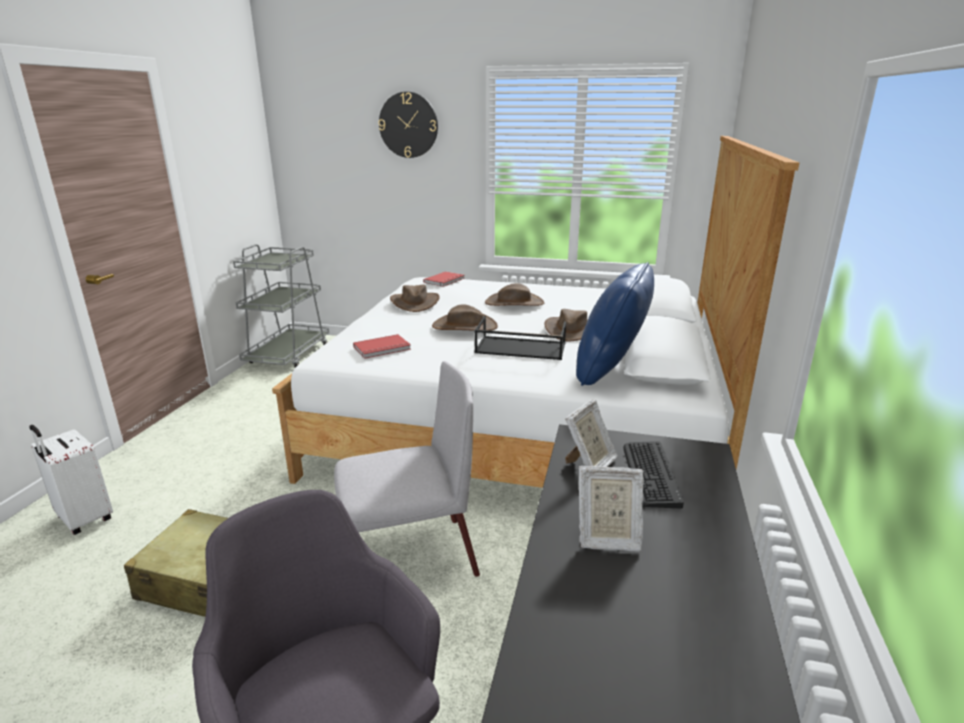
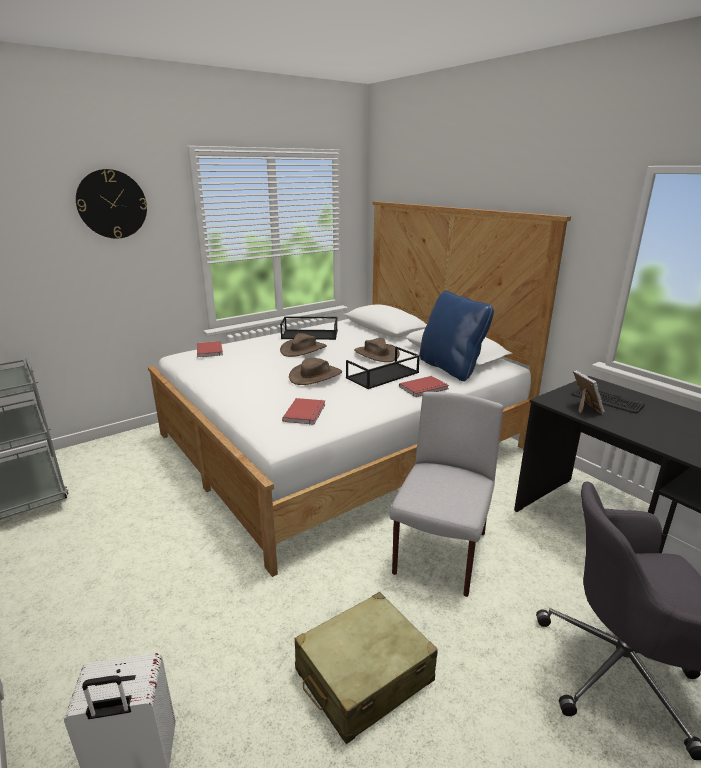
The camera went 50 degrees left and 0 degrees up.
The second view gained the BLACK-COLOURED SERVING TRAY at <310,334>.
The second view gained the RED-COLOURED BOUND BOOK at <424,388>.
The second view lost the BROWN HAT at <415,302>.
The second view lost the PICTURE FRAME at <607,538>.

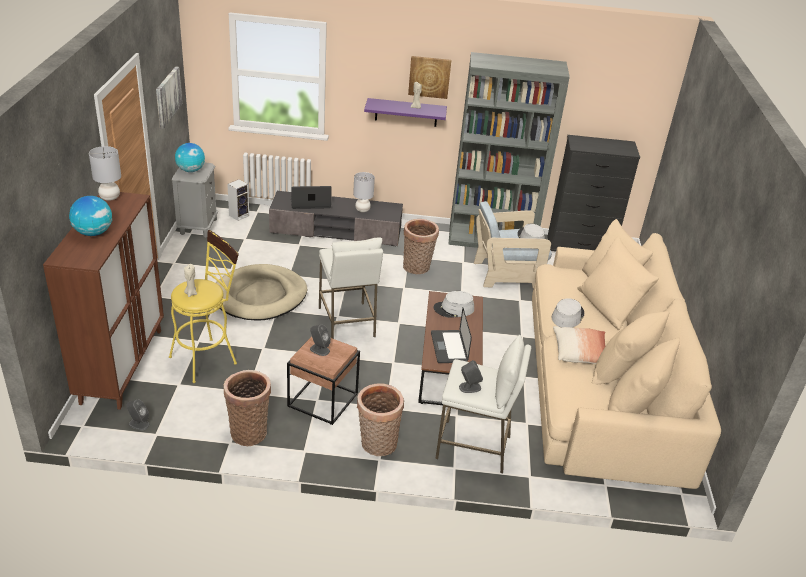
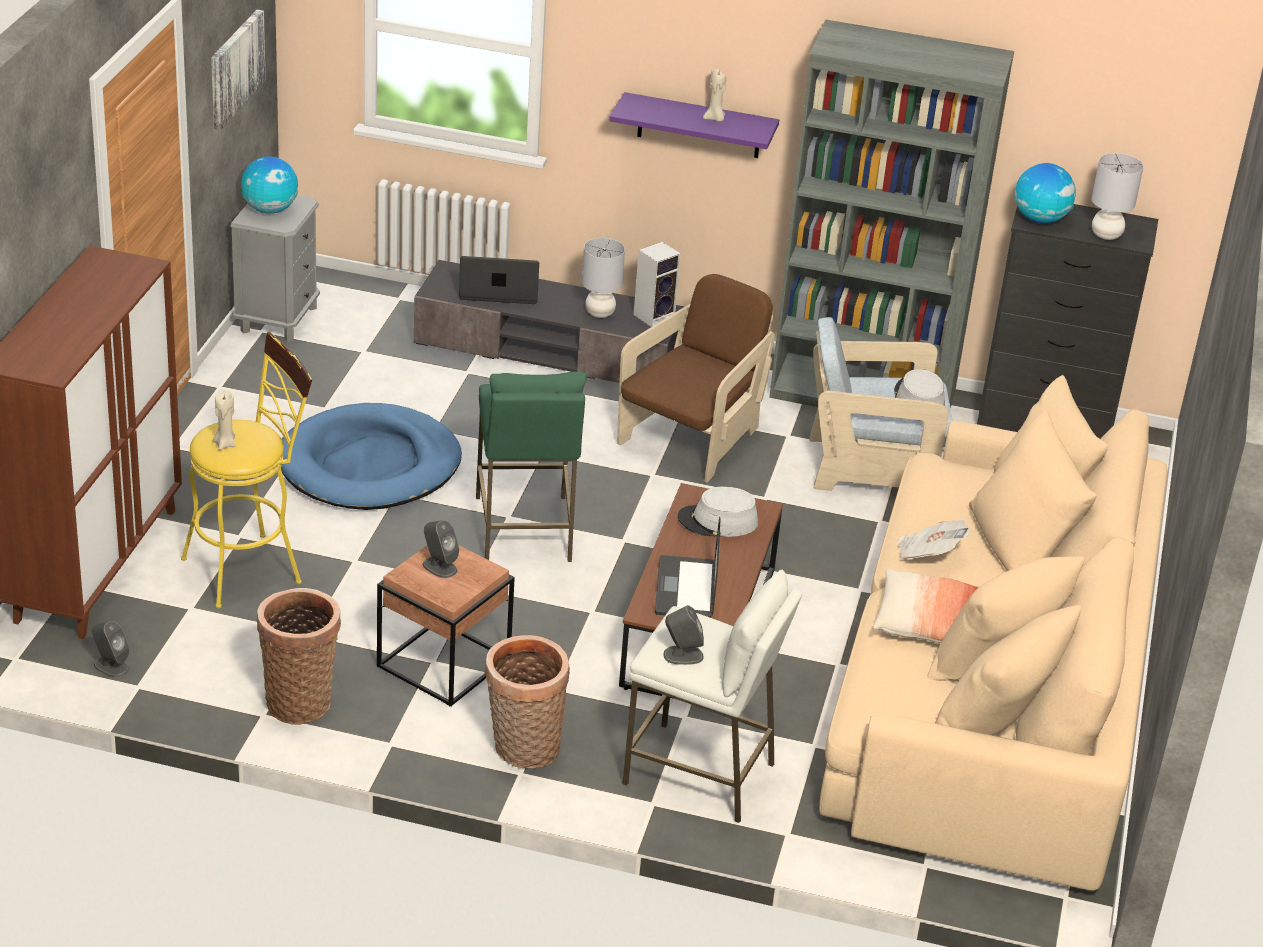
The camera went 10 degrees right and 0 degrees up.
What was the BEIGE PET BED at <260,296> turned into the BLUISH PET BED at <370,465>.
What was the WHITISH SITTING STOOL at <347,322> turned into the GREENISH SITTING STOOL at <524,529>.
Where the BASKET stood at <417,268>, the BROWN ARMCHAIR came to stand at <691,439>.
The LOUDSPEAKER ended up elsewhere, having gone from <239,215> to <654,315>.
Where the GRAY HAT stood at <567,316>, the NEWSPAPER came to stand at <928,554>.
The DESK GLOBE ended up elsewhere, having gone from <93,233> to <1040,219>.
The GRAY LAMP FOR A TABLE ended up elsewhere, having gone from <110,198> to <1106,235>.
The second view lost the PICTURE at <429,76>.

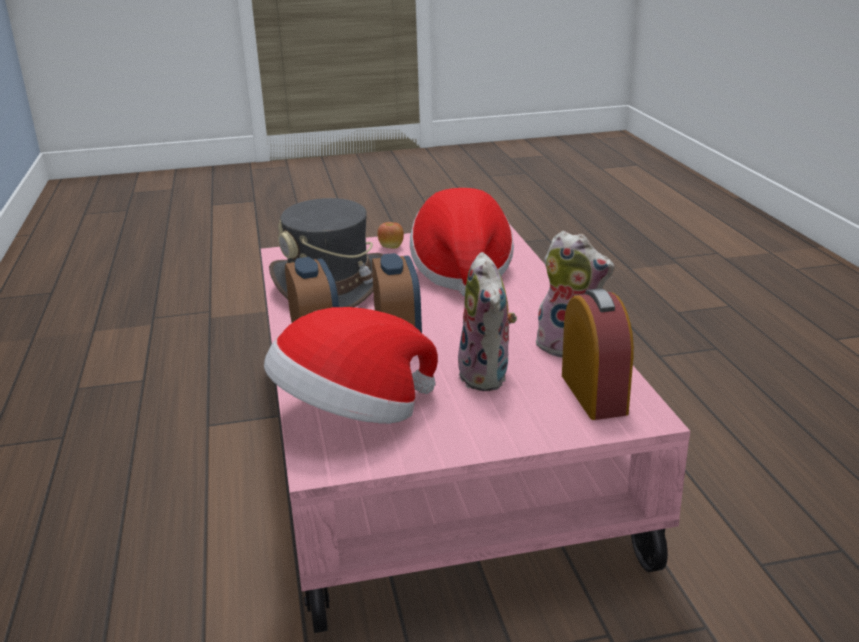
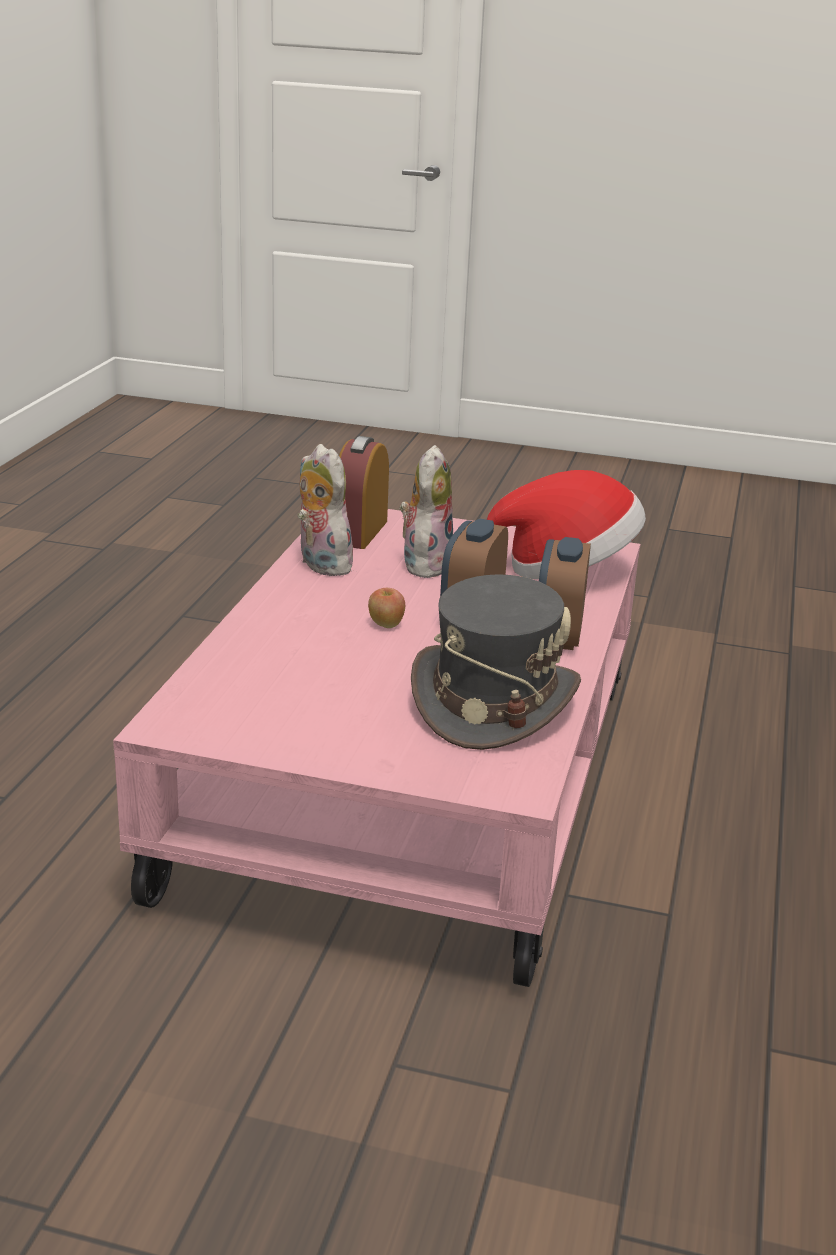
The camera went 155 degrees left and 0 degrees up.
The WHOLE APPLE ended up elsewhere, having gone from <391,247> to <386,624>.
The second view lost the HAT at <462,273>.

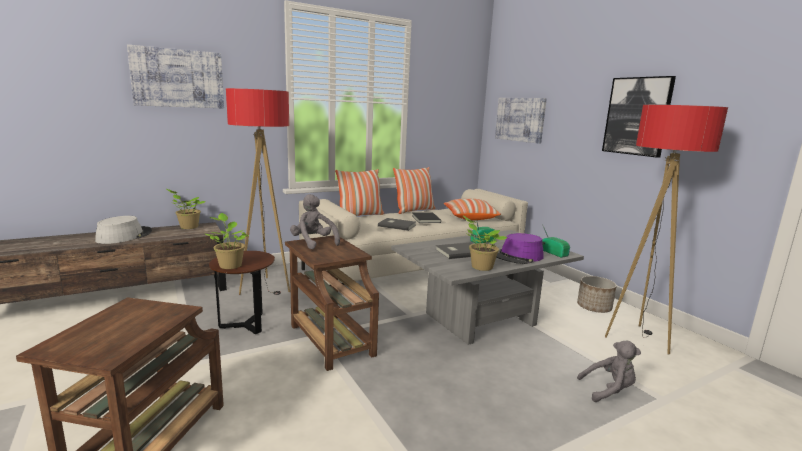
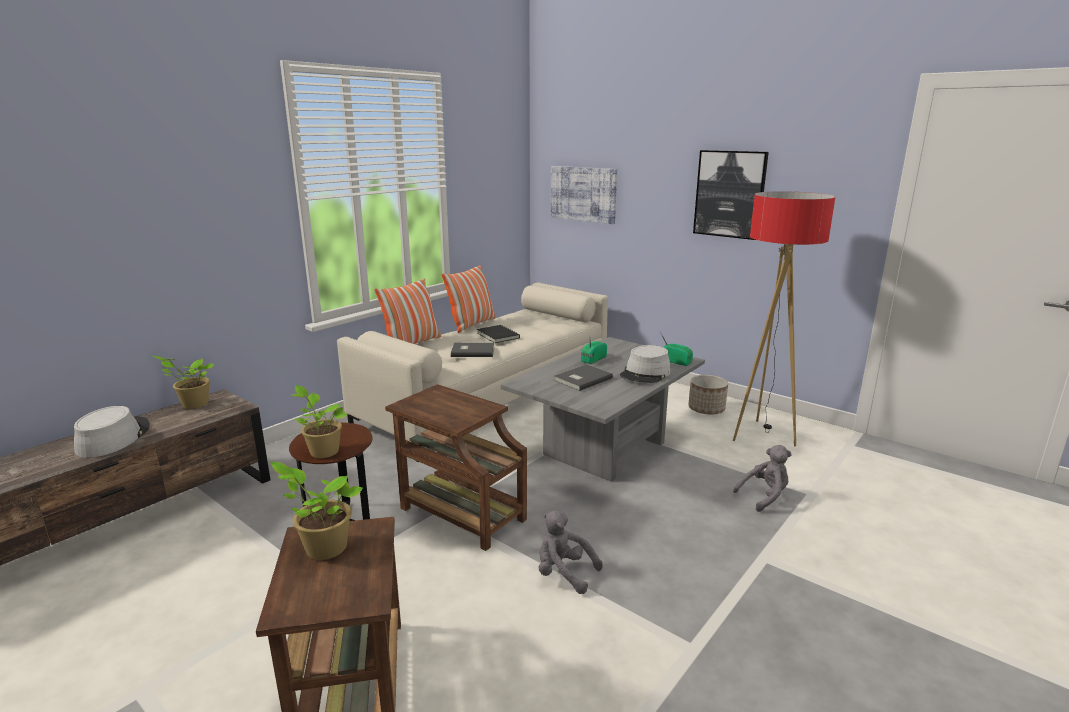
The camera went 20 degrees left and 5 degrees up.
The PLANT IN A POT ended up elsewhere, having gone from <480,267> to <323,548>.
The GRAY CUDDLY TOY ended up elsewhere, having gone from <313,243> to <564,573>.
What was the PURPLISH HAT at <518,257> turned into the GRAY HAT at <645,373>.
The second view lost the PICTURE at <178,78>.
The second view lost the STANDING LAMP at <265,288>.
The second view lost the PILLOW at <469,217>.

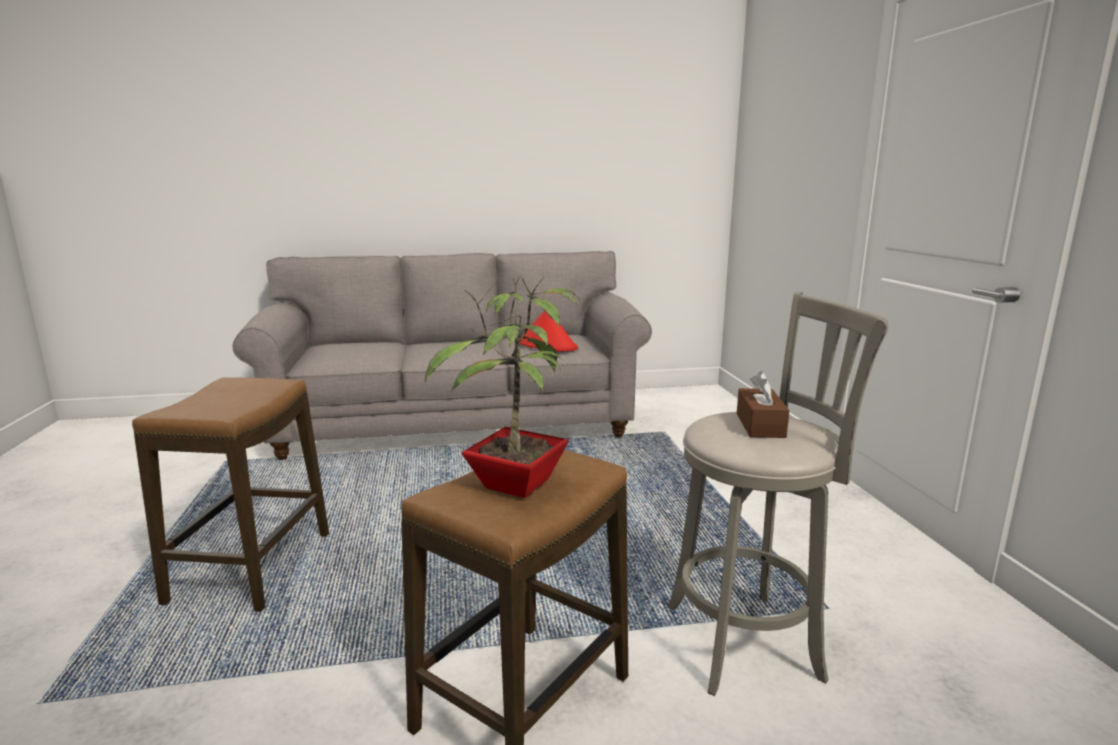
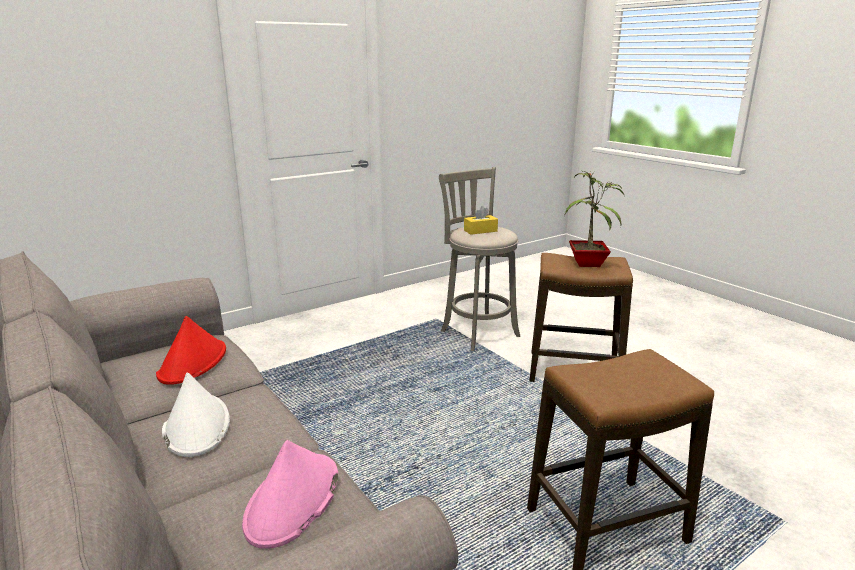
The camera went 115 degrees left and 5 degrees up.
The second view gained the WHITISH HAT at <196,426>.
The second view gained the PINK HAT at <293,500>.
What was the BROWN TISSUE HOLDER at <760,425> turned into the YELLOWISH TISSUE HOLDER at <480,231>.

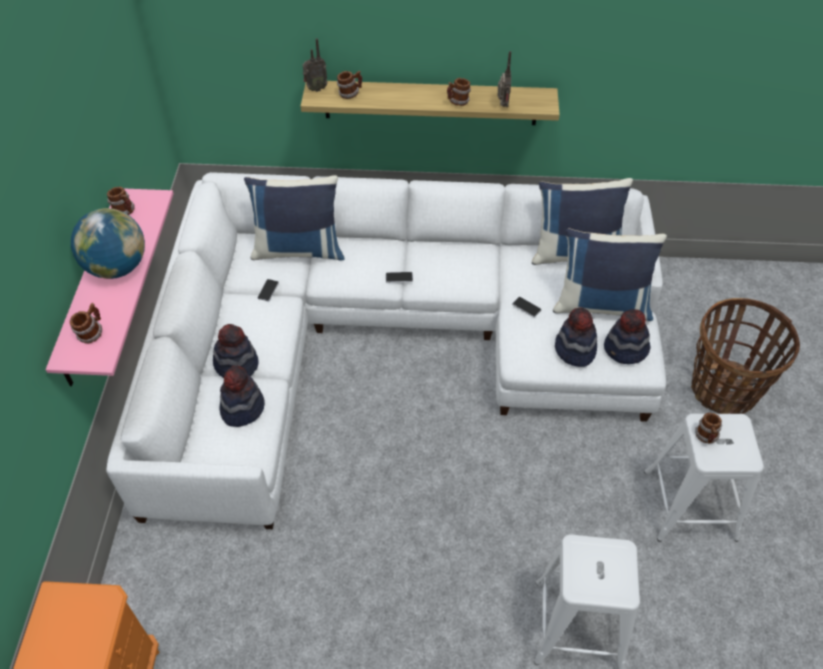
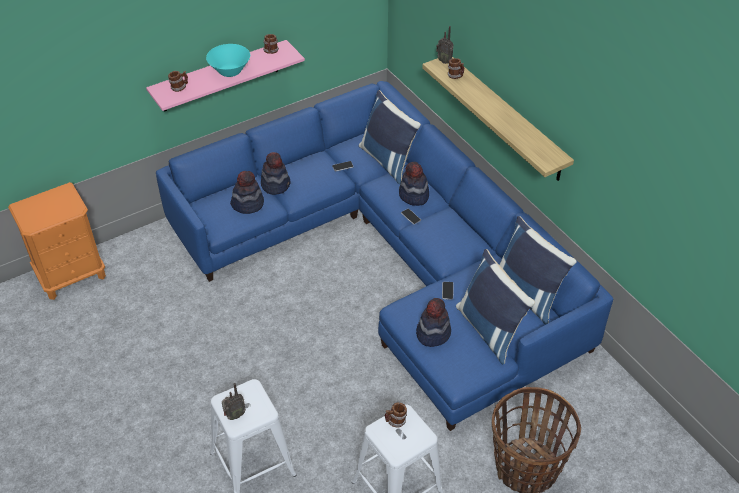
The camera went 55 degrees right and 5 degrees down.
What was the WHITISH COUCH at <387,340> turned into the BLUISH COUCH at <389,257>.
Where the DESK GLOBE stood at <117,267>, the TURQUOISE-COLOURED DEEP DISH came to stand at <230,71>.
The RADIO ended up elsewhere, having gone from <502,105> to <234,415>.
The HAT ended up elsewhere, having gone from <625,350> to <413,196>.
The second view lost the TEA MUG at <458,102>.

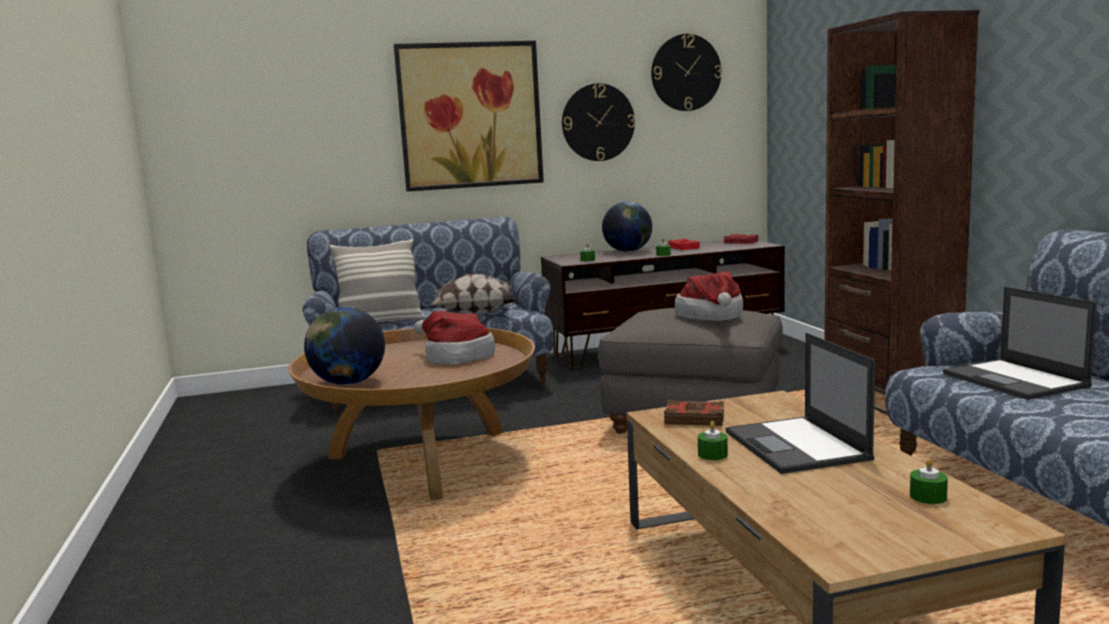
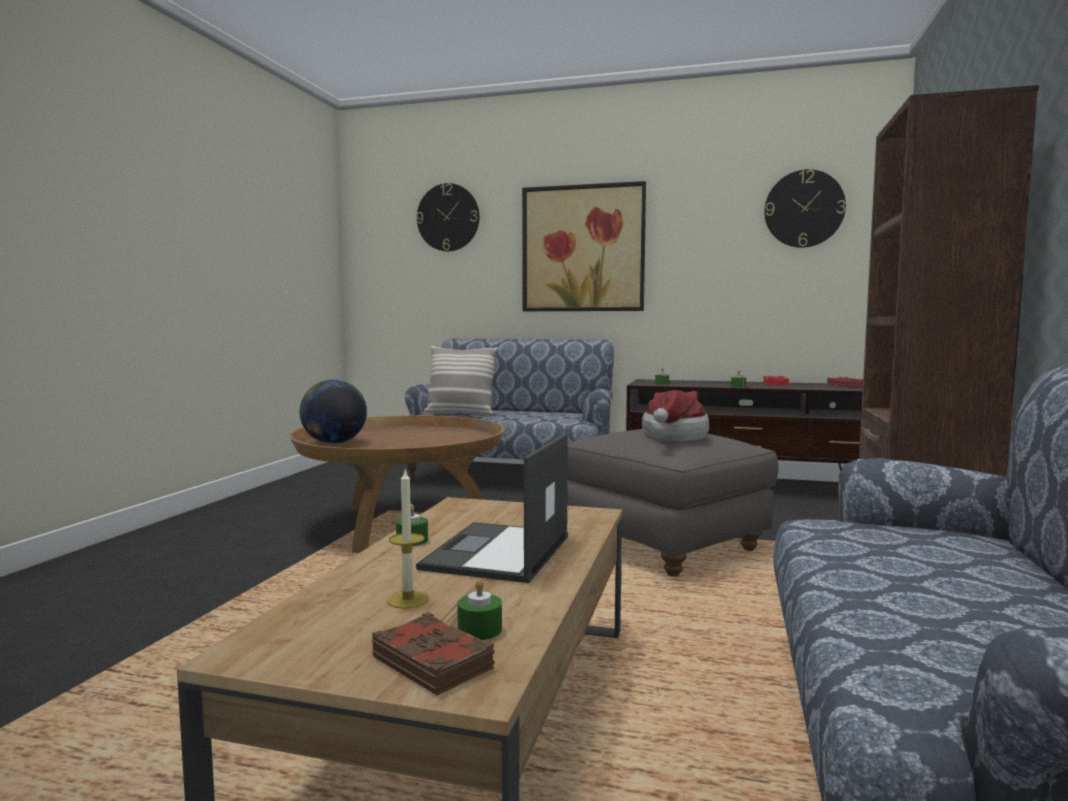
The camera went 30 degrees right and 5 degrees down.
The BROWN BOUND BOOK ended up elsewhere, having gone from <694,419> to <433,662>.
The second view gained the WAX LIGHT at <408,600>.
The HANGING CLOCK ended up elsewhere, having gone from <598,122> to <448,217>.
The second view lost the HAT at <455,357>.
The second view lost the PILLOW at <474,313>.
The second view lost the DESK GLOBE at <628,251>.
The second view lost the LAPTOP at <1016,380>.

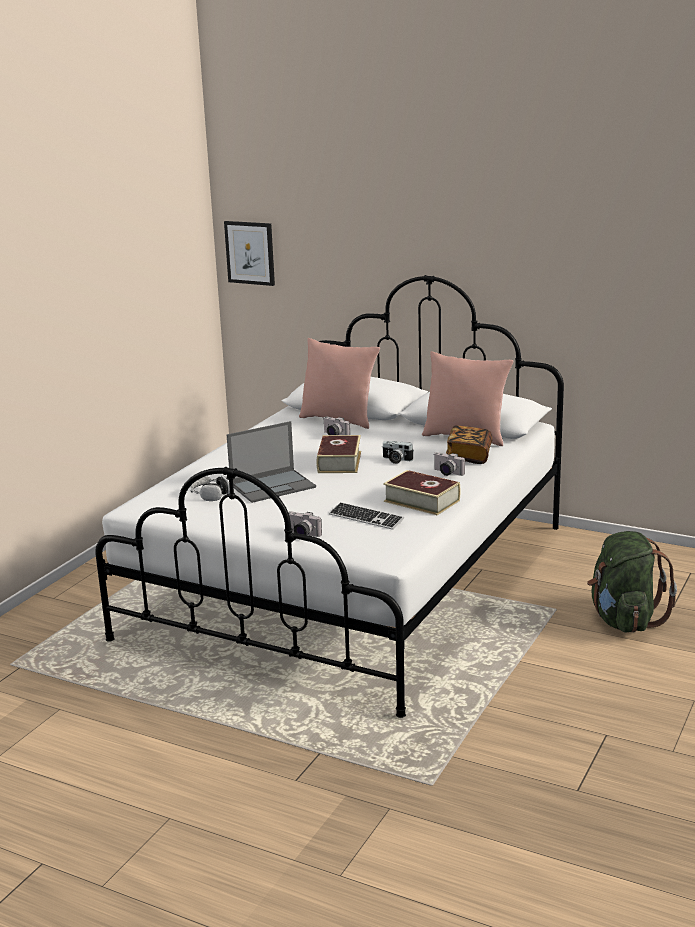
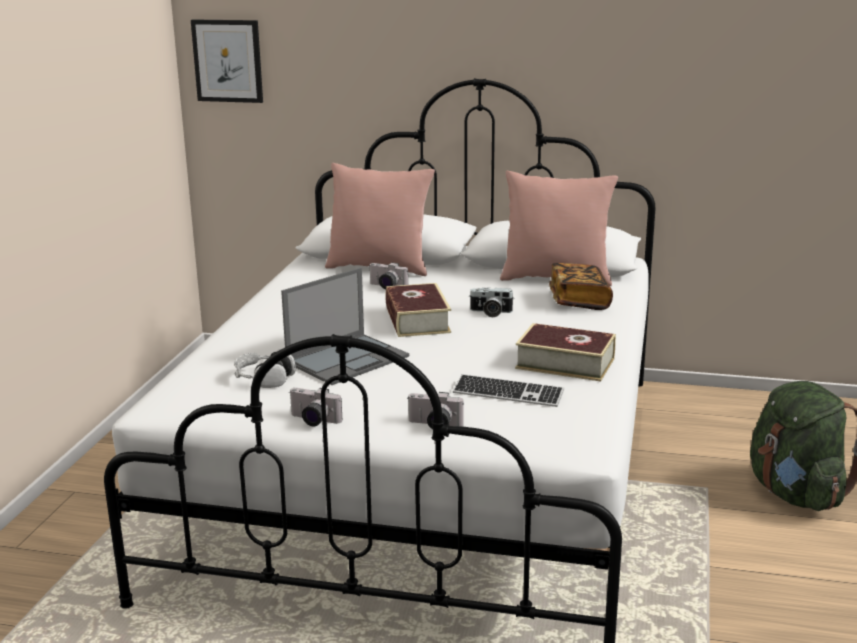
The camera went 15 degrees left and 0 degrees up.
The PHOTO CAMERA ended up elsewhere, having gone from <446,473> to <312,421>.

